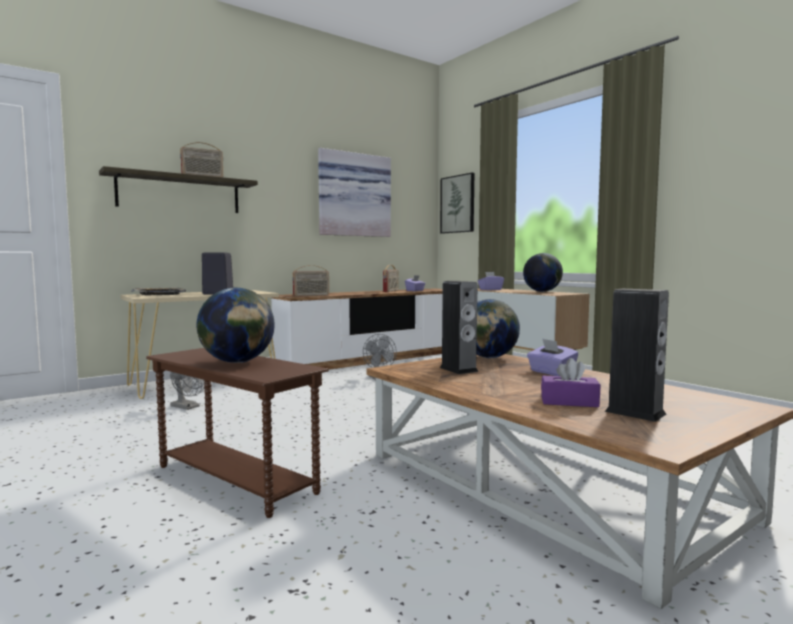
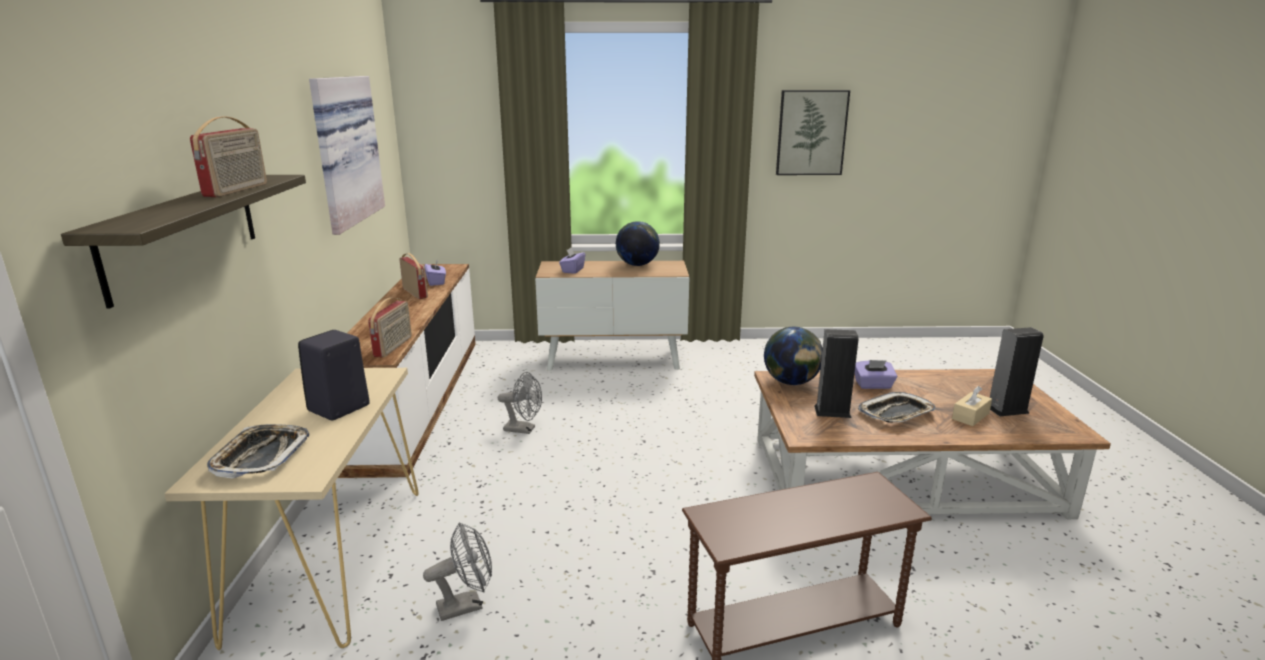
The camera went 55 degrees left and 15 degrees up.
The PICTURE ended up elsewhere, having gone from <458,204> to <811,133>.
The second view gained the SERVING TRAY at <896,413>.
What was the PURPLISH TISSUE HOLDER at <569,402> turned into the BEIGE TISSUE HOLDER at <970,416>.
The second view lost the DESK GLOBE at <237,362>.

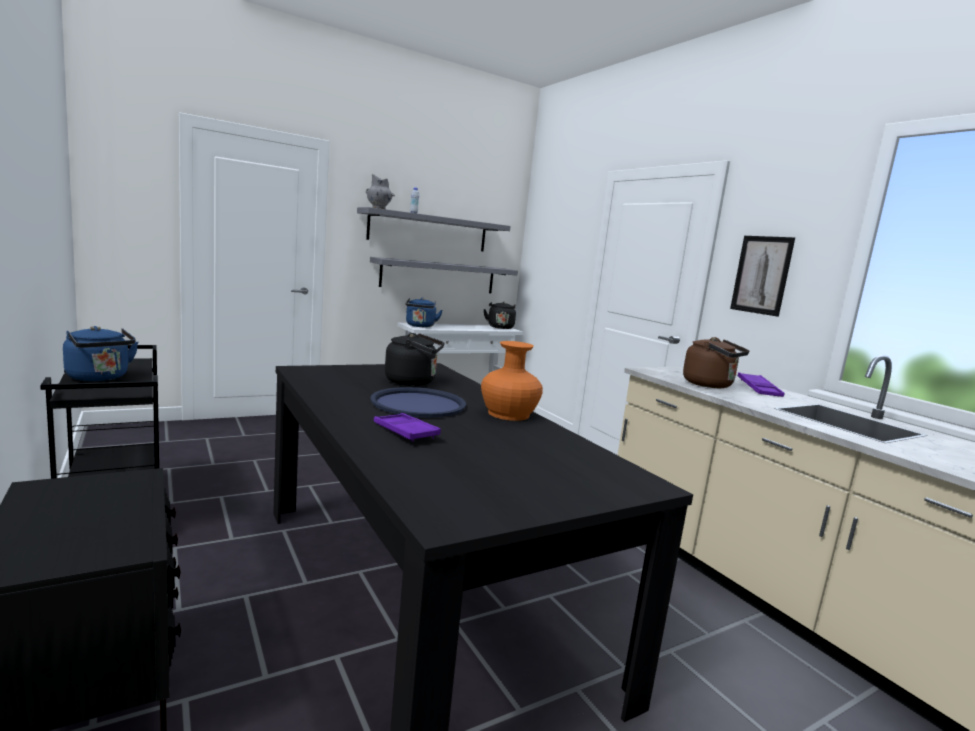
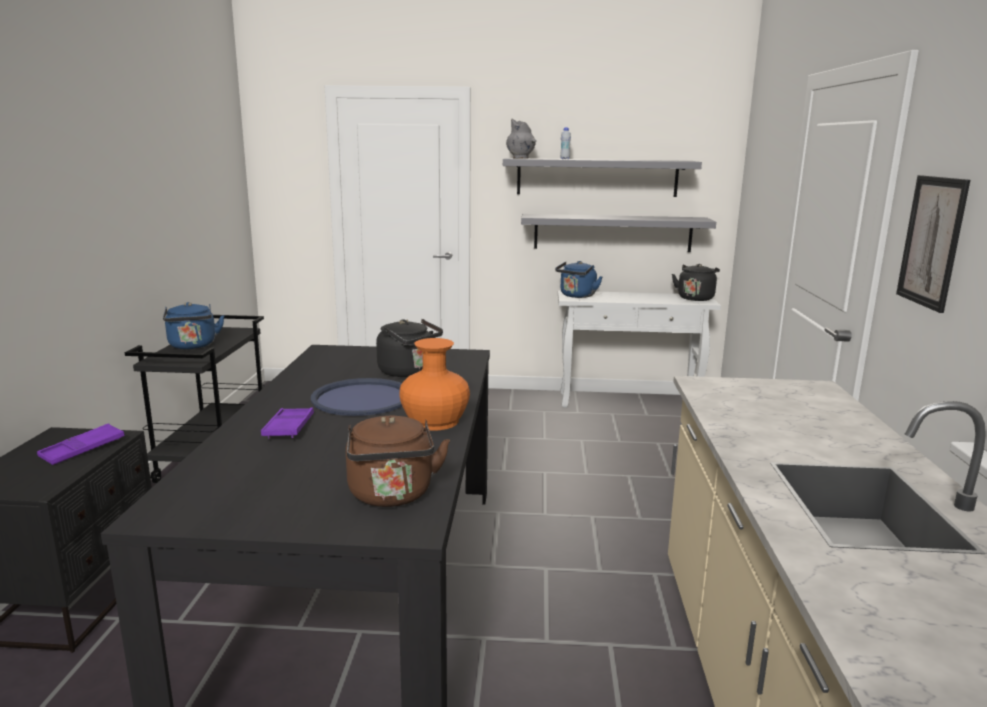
The camera went 35 degrees right and 5 degrees up.
The PURPLISH SERVING TRAY ended up elsewhere, having gone from <758,389> to <82,449>.
The BROWN KETTLE ended up elsewhere, having gone from <710,385> to <392,496>.

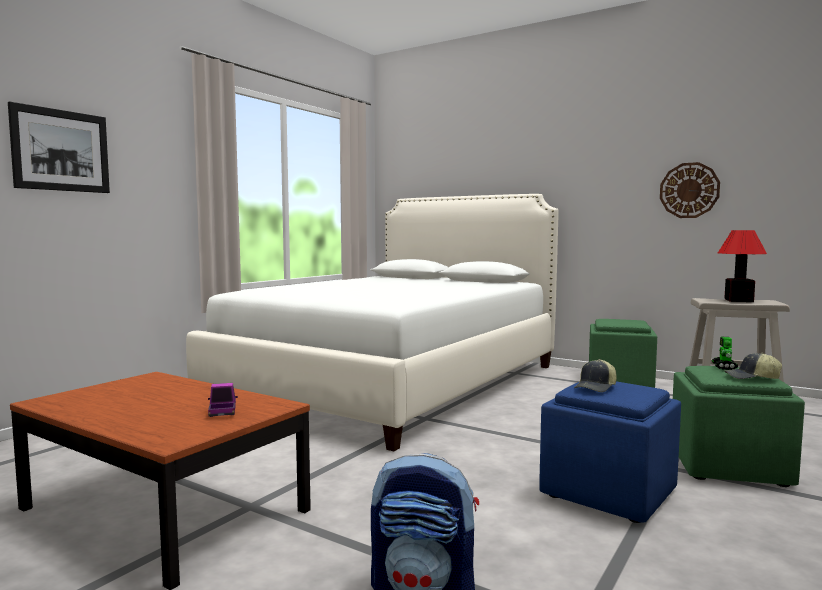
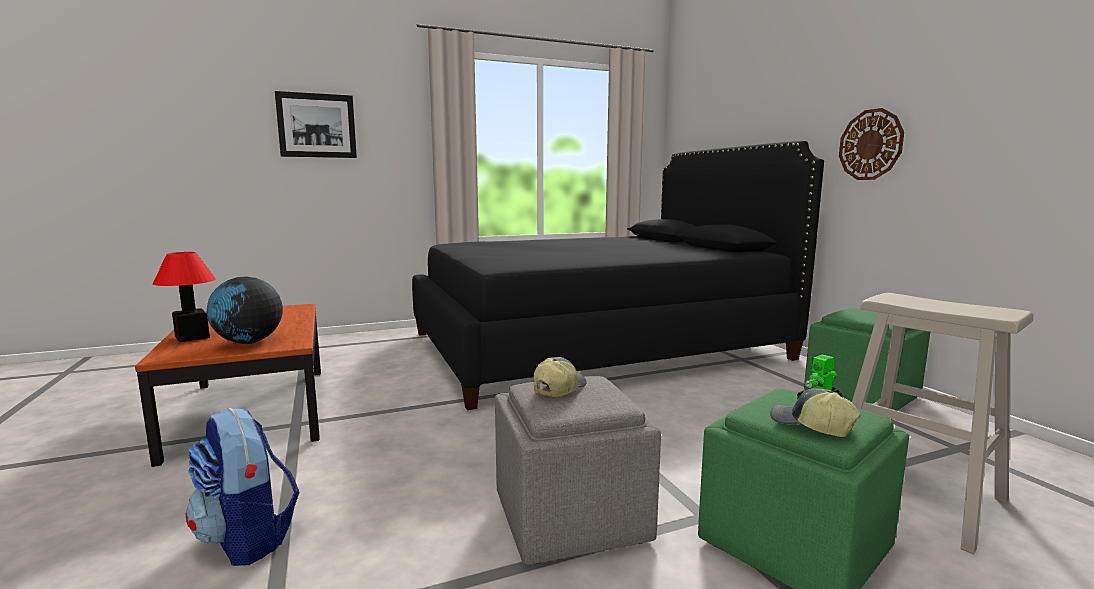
The camera went 35 degrees right and 5 degrees up.
The LAMP FOR A TABLE ended up elsewhere, having gone from <738,300> to <192,337>.
Where the MODEL TRUCK stood at <222,412>, the DESK GLOBE came to stand at <248,342>.
What was the WHITISH BED at <393,382> turned into the BLACK-COLOURED BED at <595,345>.
What was the BLUISH POUFFE at <610,493> turned into the GRAY POUFFE at <572,518>.
The CAP at <596,388> ended up facing another way, 135 degrees clockwise from before.
The HANGING CLOCK ended up elsewhere, having gone from <689,190> to <870,145>.

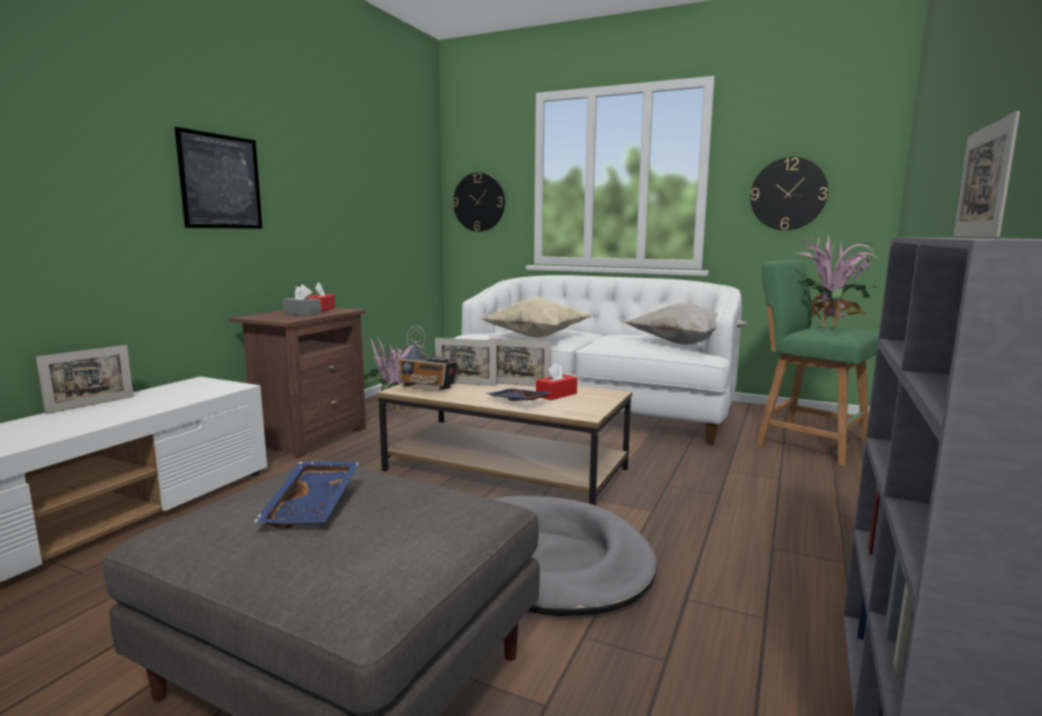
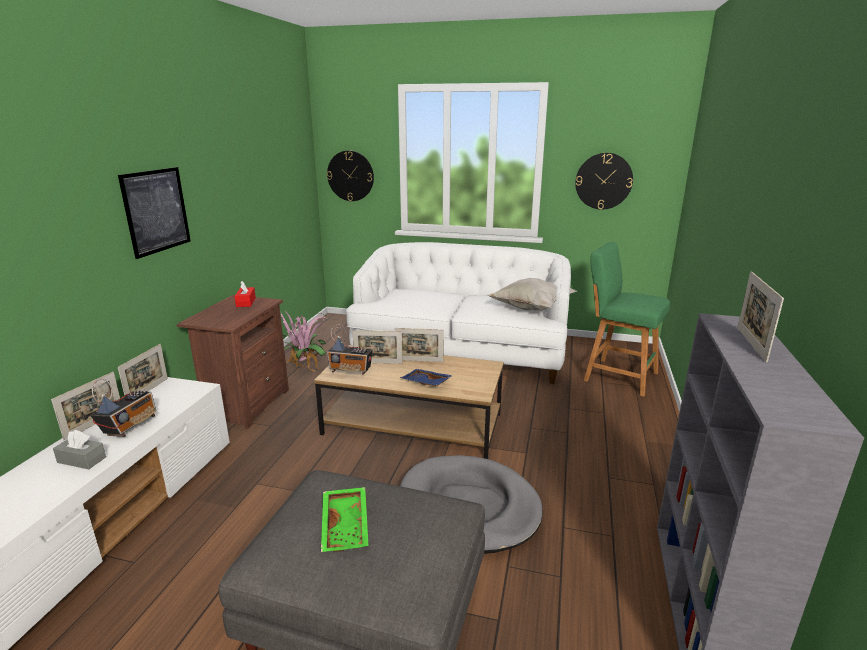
The camera went 10 degrees left and 10 degrees up.
The GRAY TISSUE HOLDER ended up elsewhere, having gone from <302,313> to <82,460>.
The second view gained the RADIO at <130,426>.
The second view gained the PICTURE FRAME at <148,391>.
What was the BLUISH SERVING TRAY at <314,505> turned into the GREENISH SERVING TRAY at <346,526>.
The second view lost the BEIGE PILLOW at <535,337>.
The second view lost the RED-COLOURED TISSUE HOLDER at <556,395>.
The second view lost the PLANT IN A POT at <831,327>.

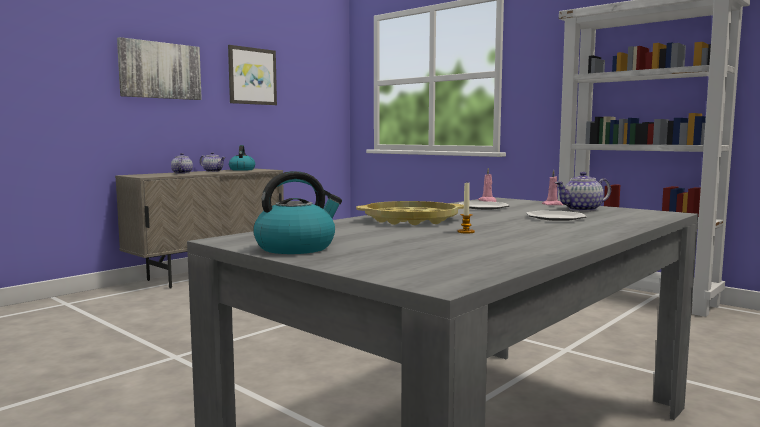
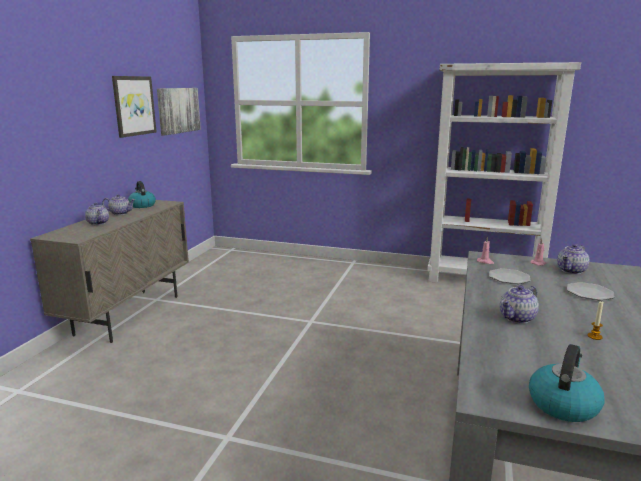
The camera went 25 degrees left and 10 degrees up.
The PICTURE ended up elsewhere, having gone from <160,70> to <178,110>.
Where the YELLOWISH SERVING TRAY stood at <411,220>, the TEAPOT came to stand at <517,318>.

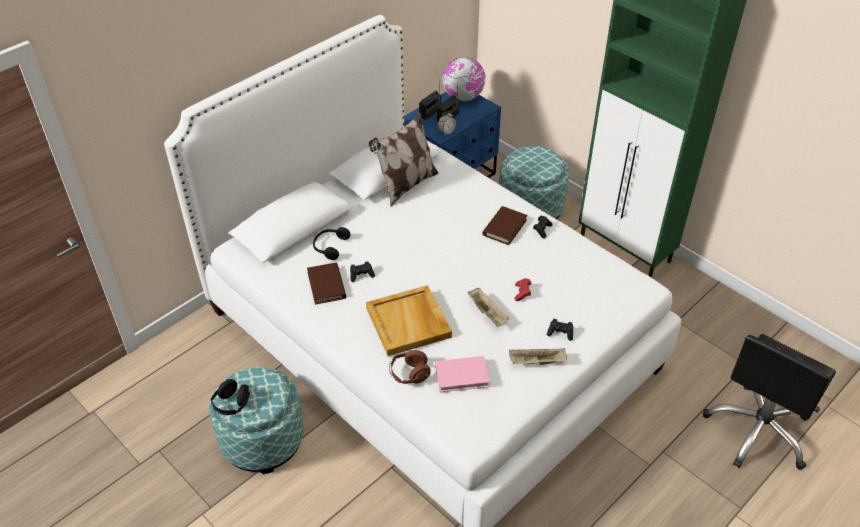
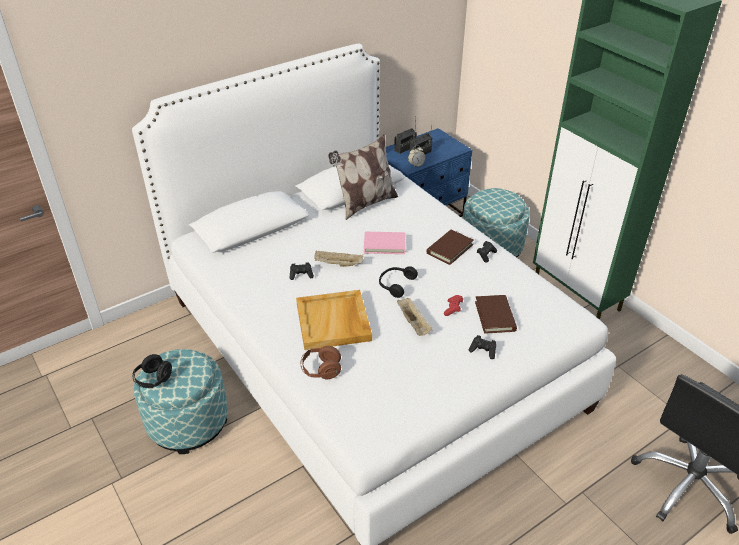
The camera went 10 degrees right and 5 degrees down.
The BEIGE SERVING TRAY ended up elsewhere, having gone from <536,362> to <337,264>.
The PINK BOUND BOOK ended up elsewhere, having gone from <461,376> to <384,245>.
The BLACK-COLOURED HEADPHONES ended up elsewhere, having gone from <330,246> to <395,284>.
The BROWN BOUND BOOK ended up elsewhere, having gone from <326,285> to <495,316>.
The second view lost the DESK GLOBE at <463,97>.

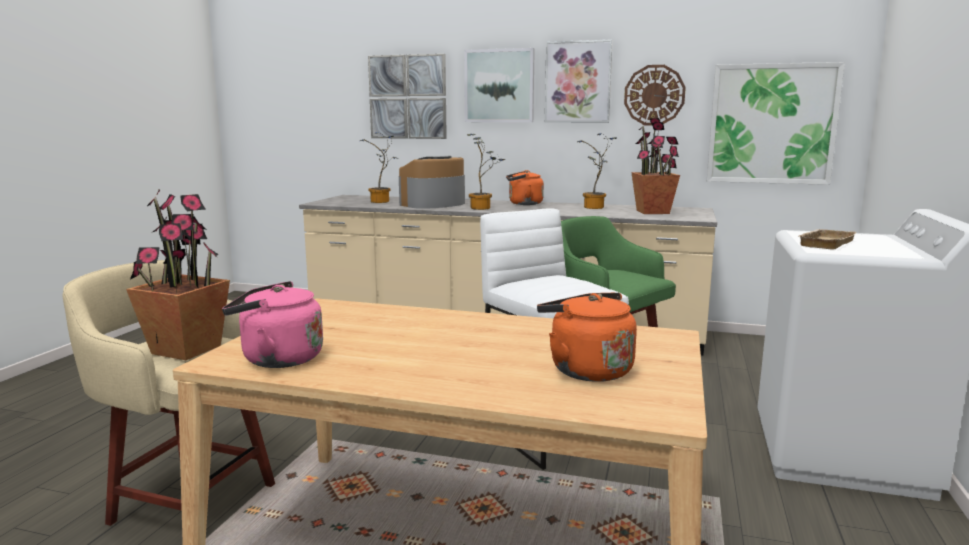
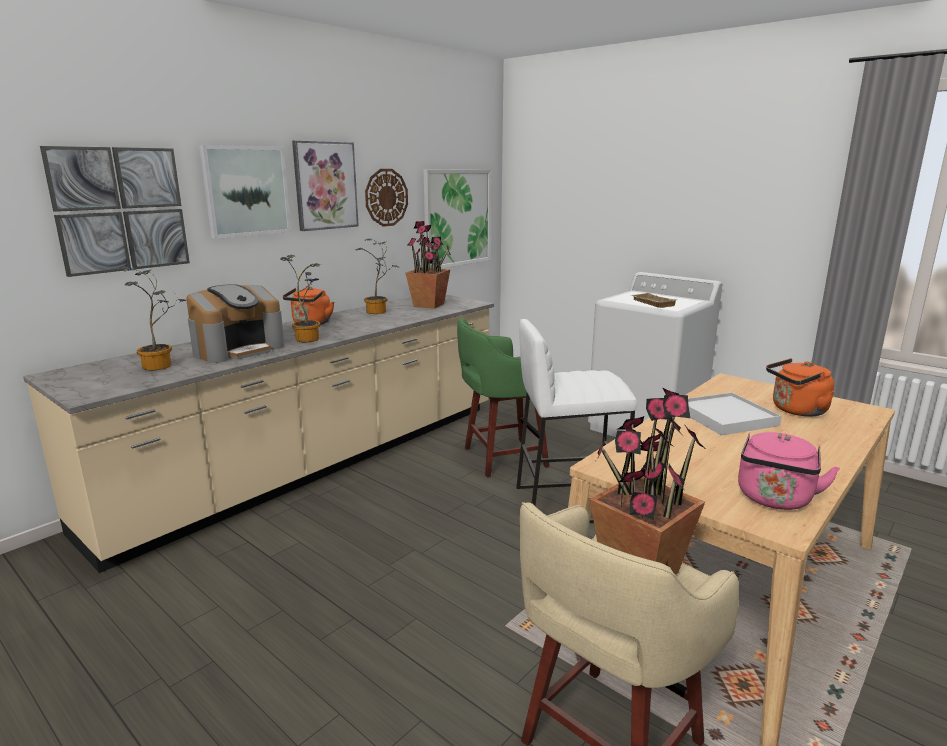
The camera went 65 degrees left and 5 degrees up.
The COFFEE MAKER at <433,204> ended up facing another way, 120 degrees counterclockwise from before.
The second view gained the WHITISH SERVING TRAY at <726,417>.

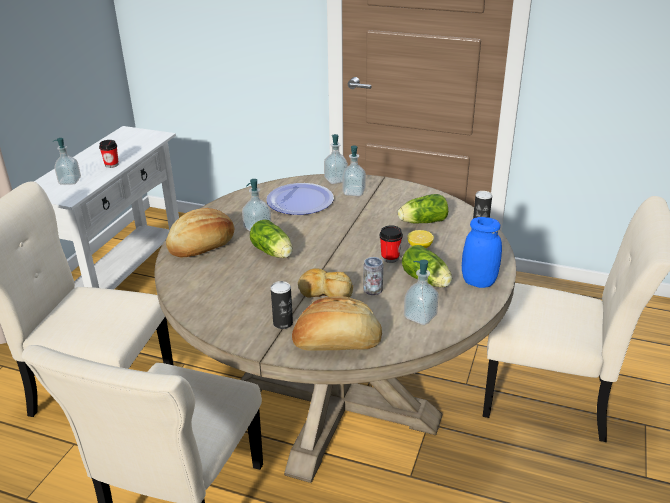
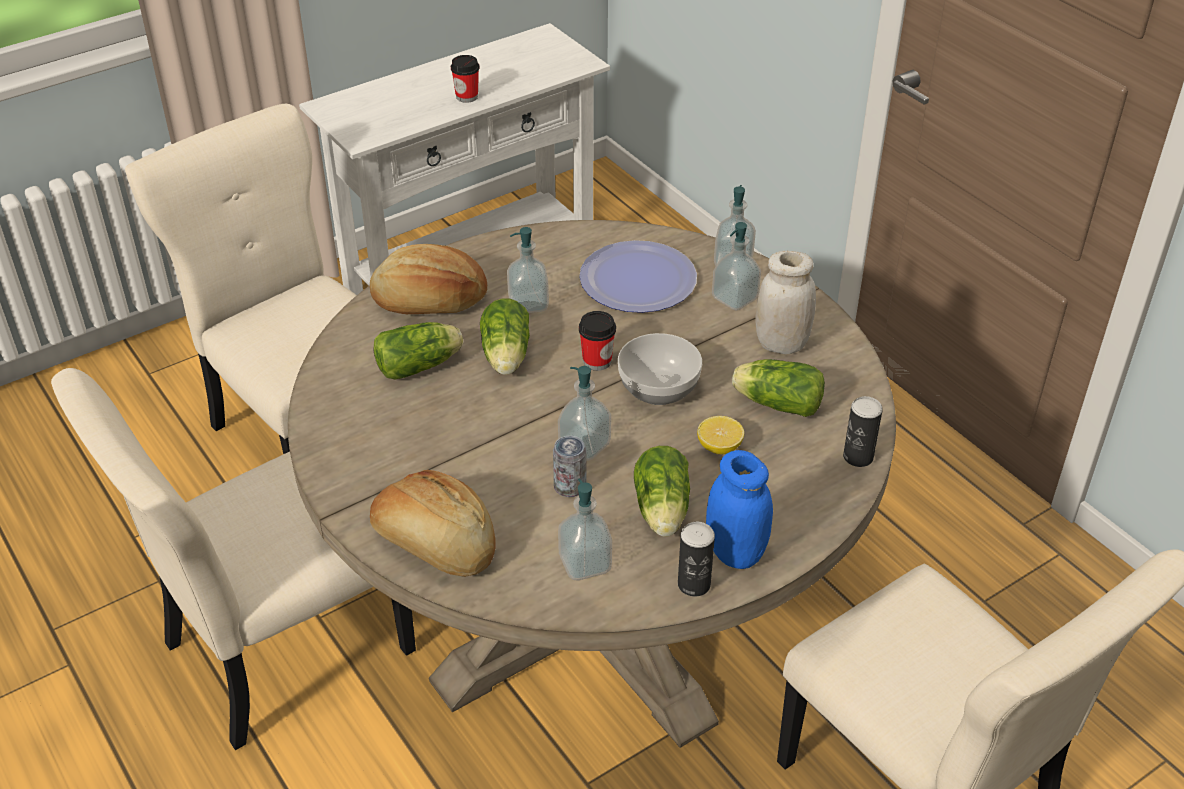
The camera went 35 degrees right and 10 degrees up.
The second view gained the HEAD OF LETTUCE at <421,365>.
The LIQUID SOAP BOTTLE ended up elsewhere, having gone from <70,181> to <584,445>.
The SMALL CUP ended up elsewhere, having gone from <390,258> to <597,361>.
The second view gained the DEEP DISH at <657,388>.
The SEALED CAN ended up elsewhere, having gone from <283,323> to <694,584>.
The second view gained the WHITISH JAR at <781,344>.
The second view lost the BREAD at <325,292>.

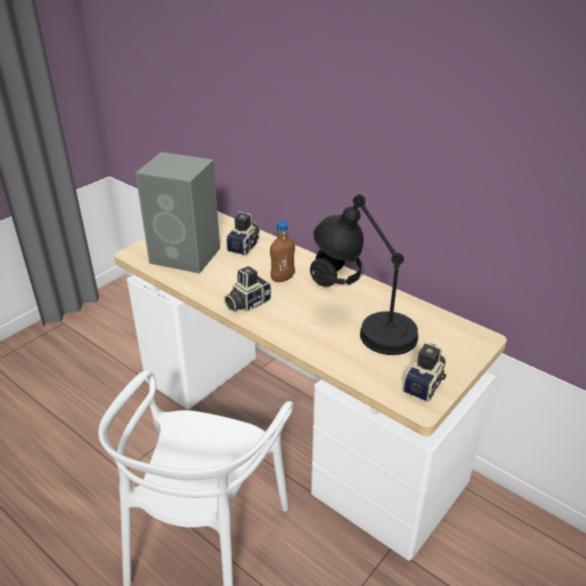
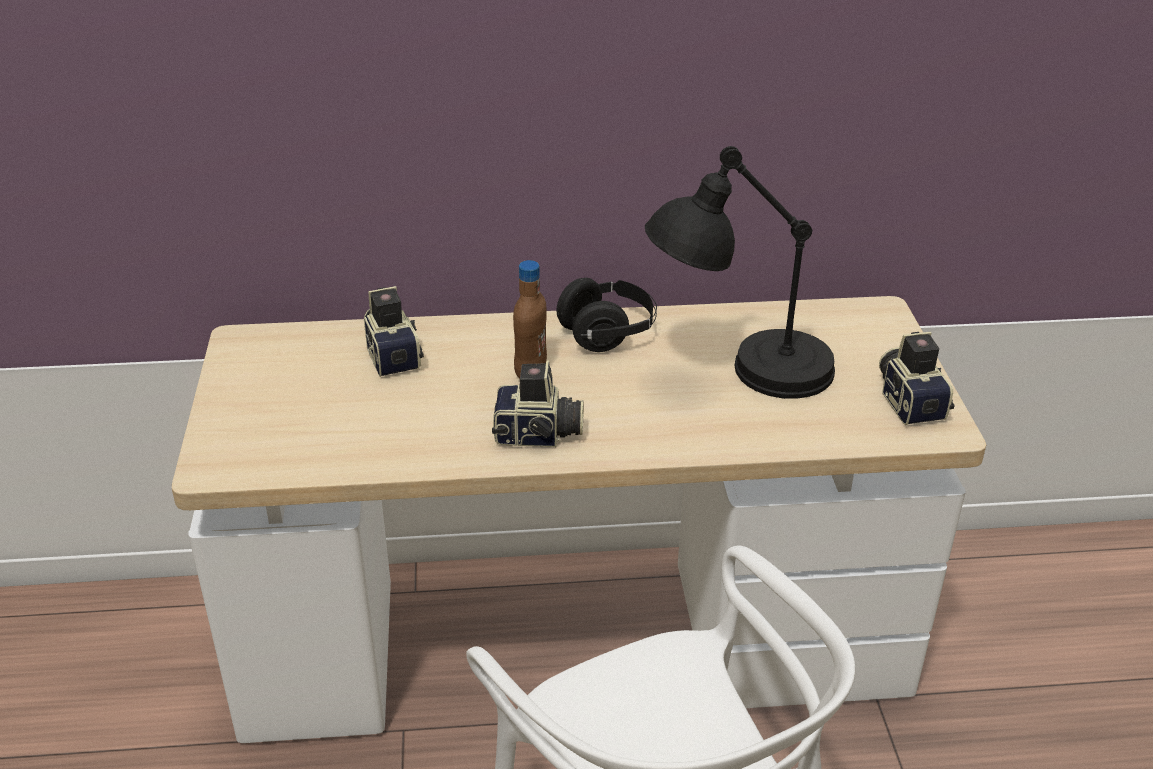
The camera went 45 degrees left and 0 degrees up.
The PHOTO CAMERA at <246,303> ended up facing another way, 90 degrees counterclockwise from before.
The second view lost the GRAY LOUDSPEAKER at <187,256>.

